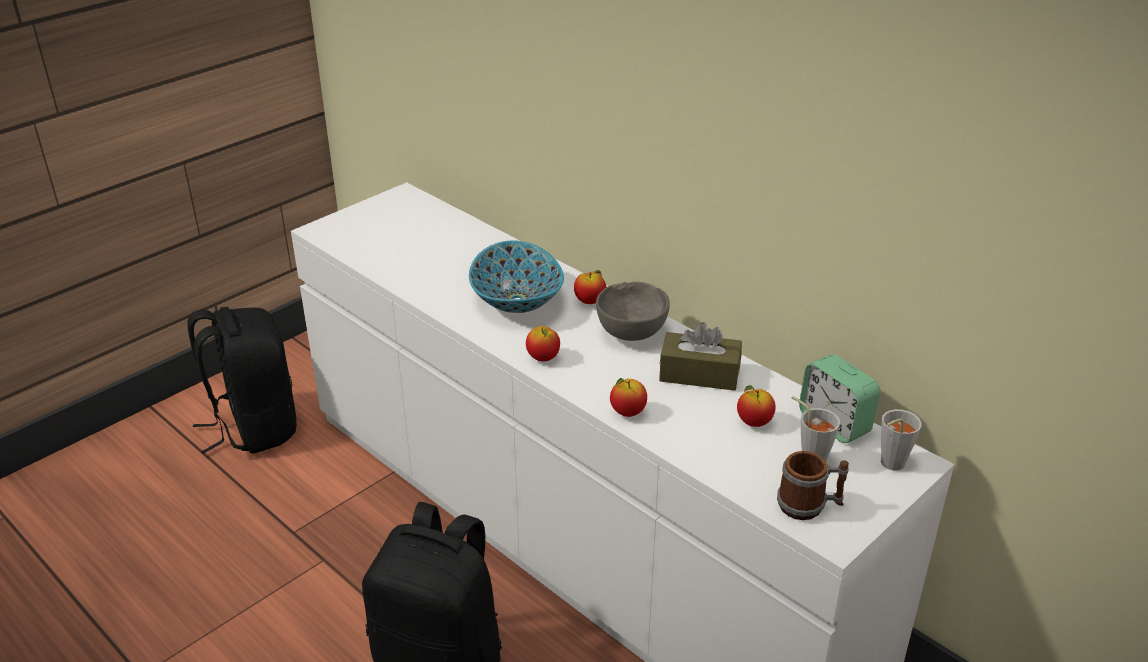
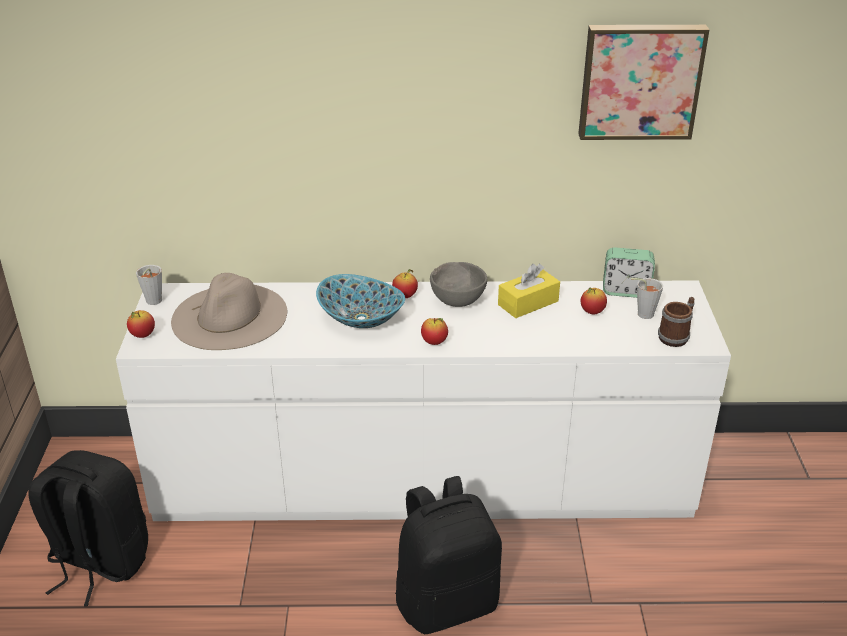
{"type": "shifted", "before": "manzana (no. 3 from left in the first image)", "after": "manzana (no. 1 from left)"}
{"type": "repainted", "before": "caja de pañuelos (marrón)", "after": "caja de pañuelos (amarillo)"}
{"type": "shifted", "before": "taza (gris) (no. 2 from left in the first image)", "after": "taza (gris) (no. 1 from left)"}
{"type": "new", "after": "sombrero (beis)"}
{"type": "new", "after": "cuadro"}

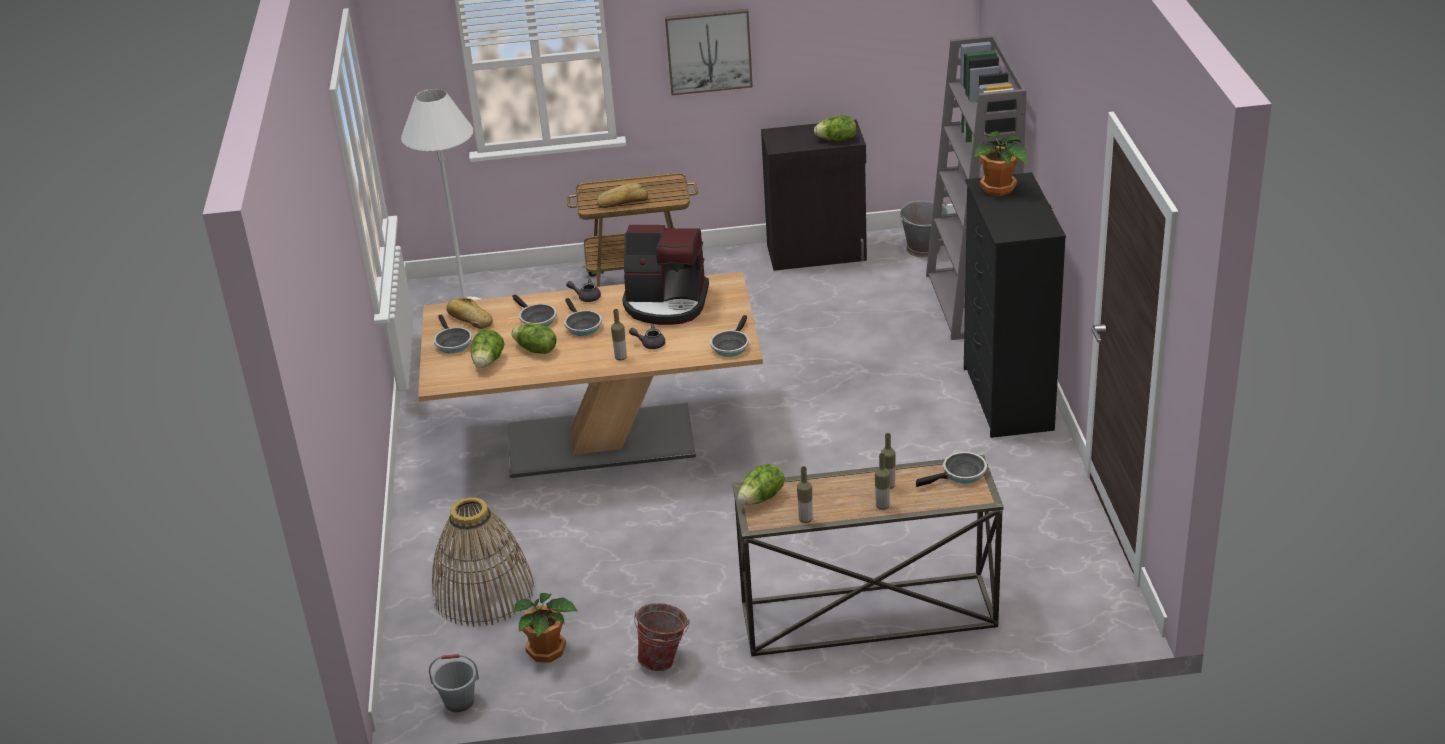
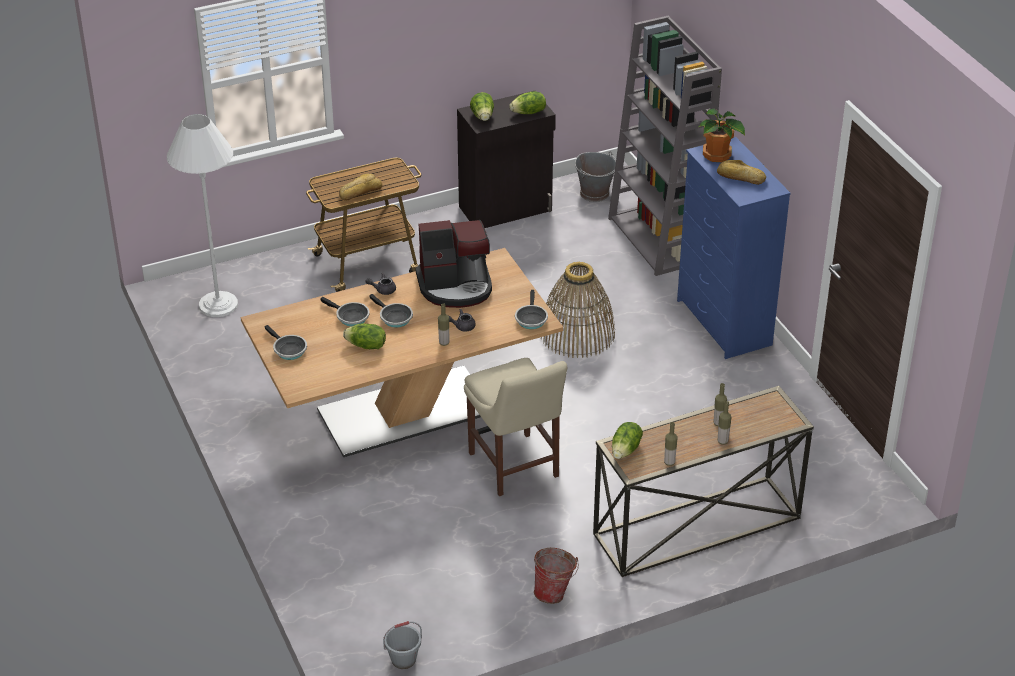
{"type": "shifted", "before": "cesta"}
{"type": "shifted", "before": "pan (no. 1 from left in the first image)", "after": "pan (no. 2 from left)"}
{"type": "shifted", "before": "lechuga (no. 1 from left in the first image)", "after": "lechuga (no. 2 from left)"}
{"type": "gone", "before": "planta en maceta (no. 1 from left)"}
{"type": "gone", "before": "cuadro"}
{"type": "gone", "before": "sartén (no. 5 from left)"}
{"type": "repainted", "before": "cómoda (negro)", "after": "cómoda (azul)"}
{"type": "new", "after": "silla (beis)"}

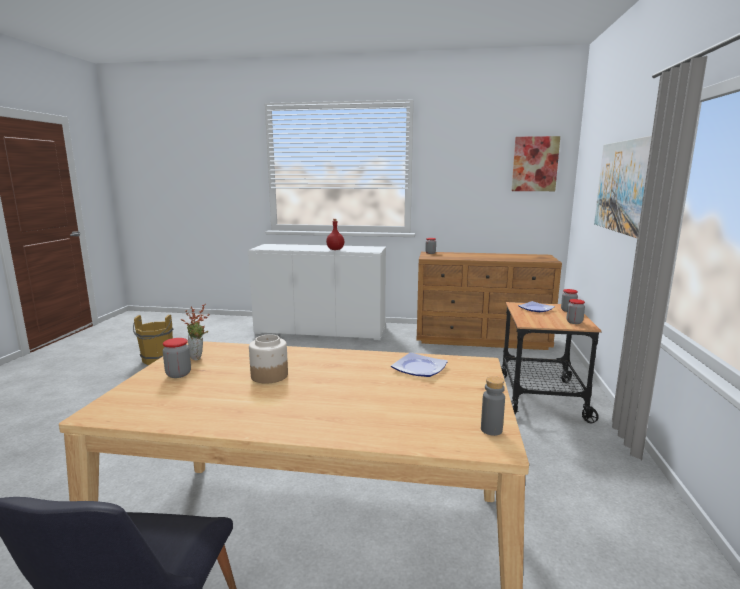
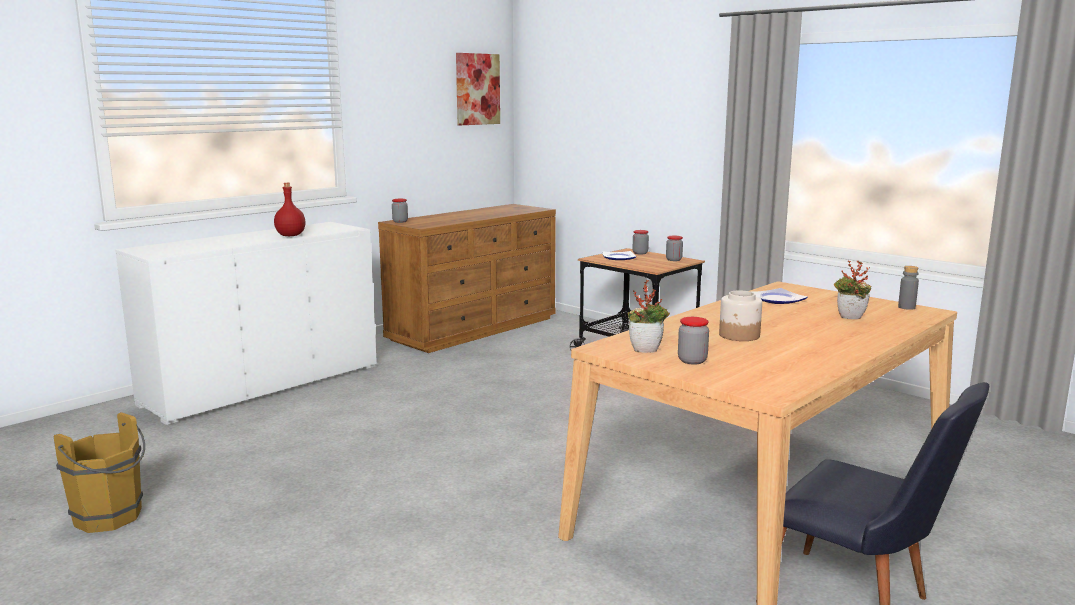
{"type": "gone", "before": "cuadro (no. 2 from left)"}
{"type": "new", "after": "planta en maceta (no. 2 from left)"}

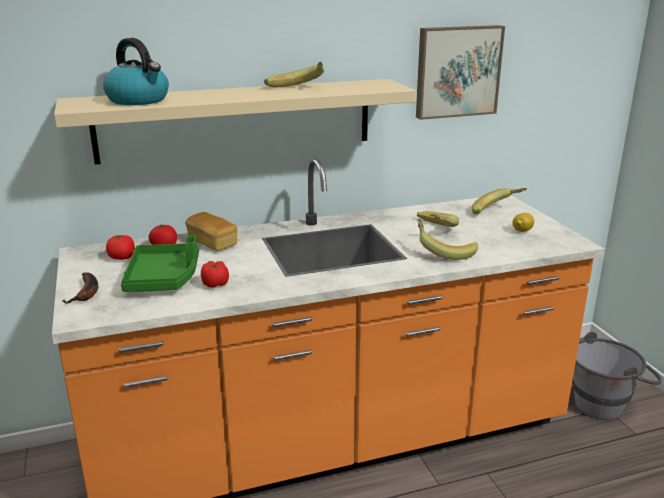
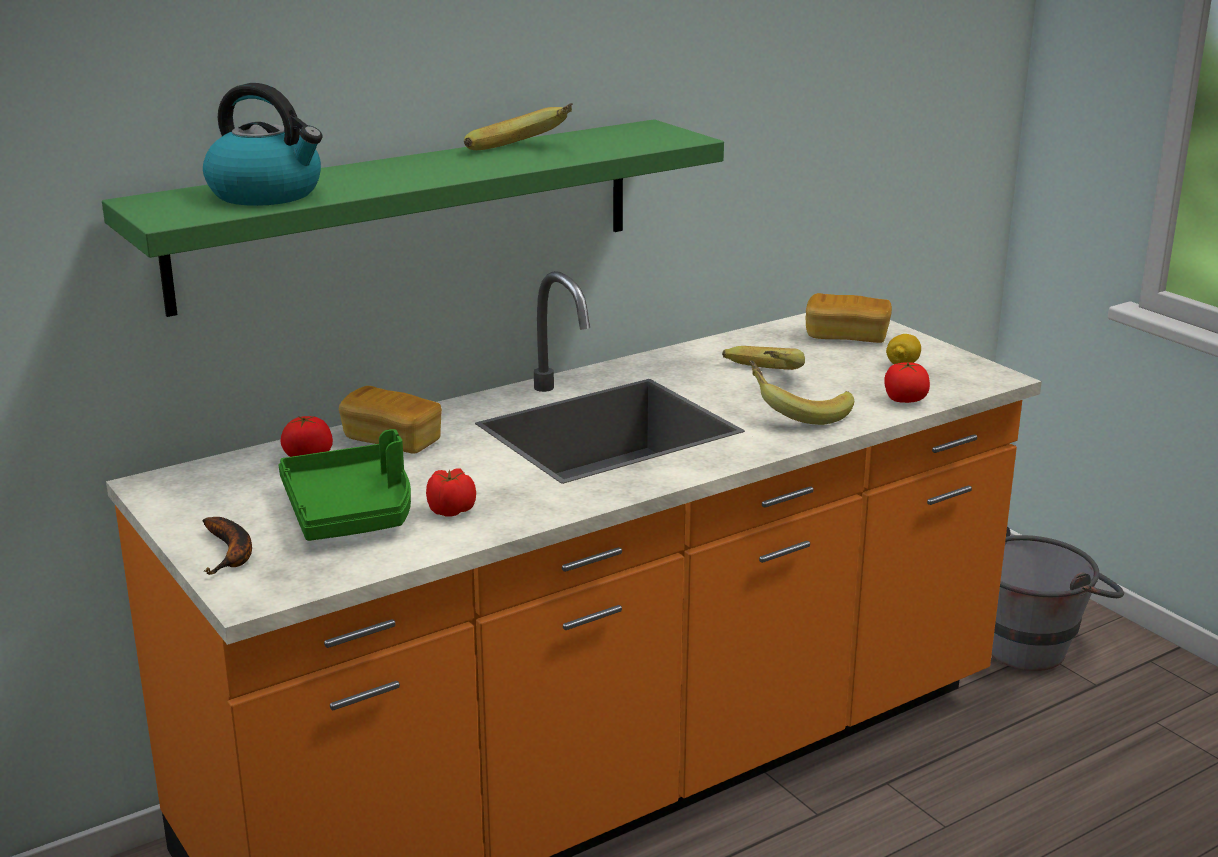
{"type": "repainted", "before": "estante (beis)", "after": "estante (verde)"}
{"type": "shifted", "before": "tomate (no. 1 from left in the first image)", "after": "tomate (no. 3 from left)"}
{"type": "gone", "before": "cuadro"}
{"type": "swapped", "before": "plátano (no. 5 from left)", "after": "pan (no. 2 from left)"}

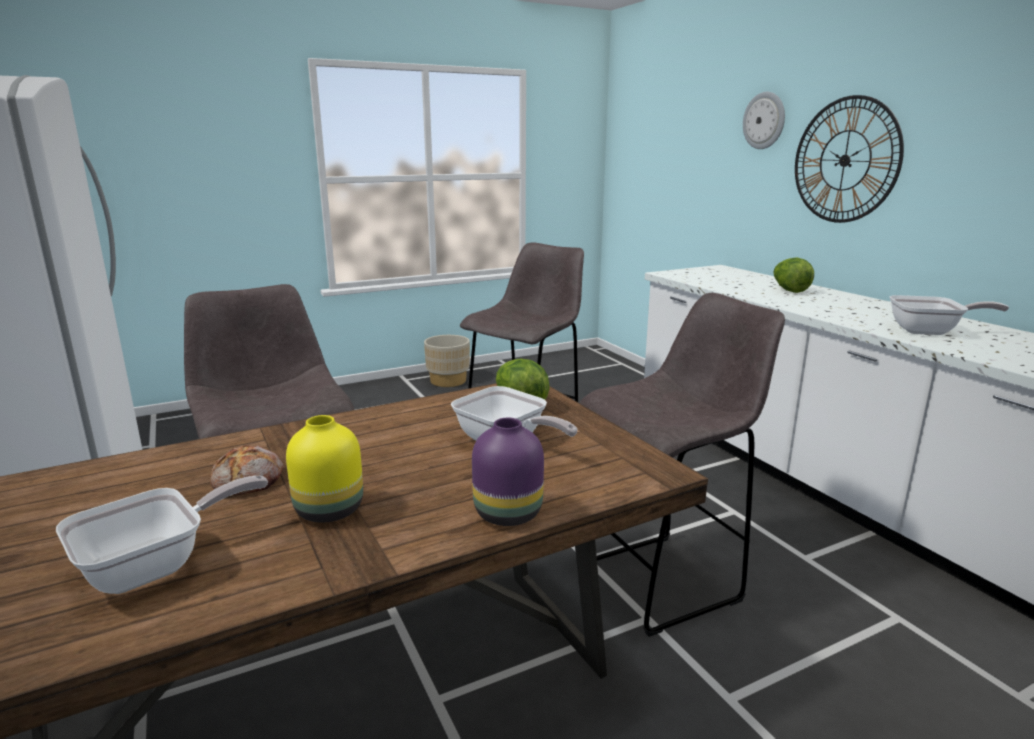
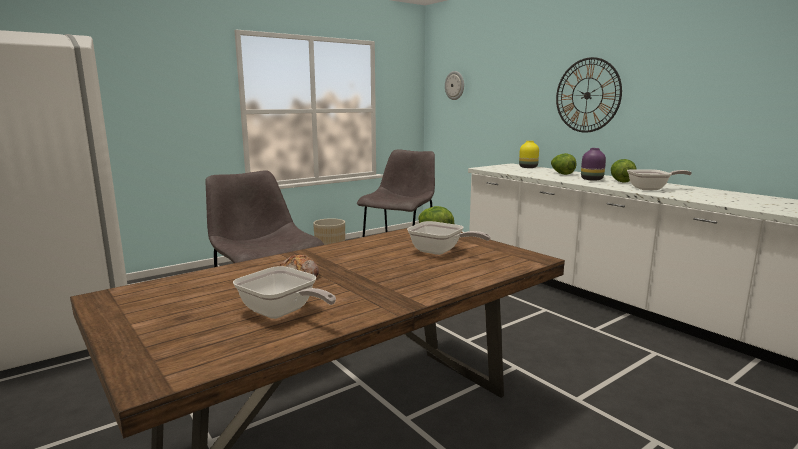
{"type": "rotated", "before": "sartén (no. 1 from left)", "turn": 90}
{"type": "shifted", "before": "florero (amarillo)"}
{"type": "shifted", "before": "florero (morado)"}
{"type": "gone", "before": "taburete (gris) (no. 3 from left)"}
{"type": "shifted", "before": "reloj de pared (no. 1 from left)"}
{"type": "new", "after": "lechuga (no. 3 from left)"}

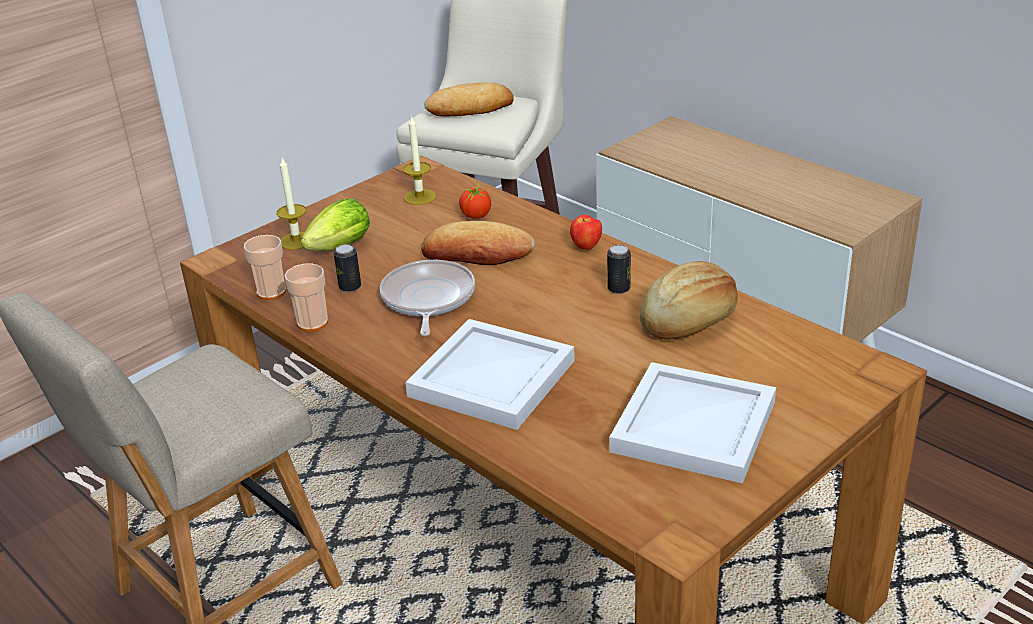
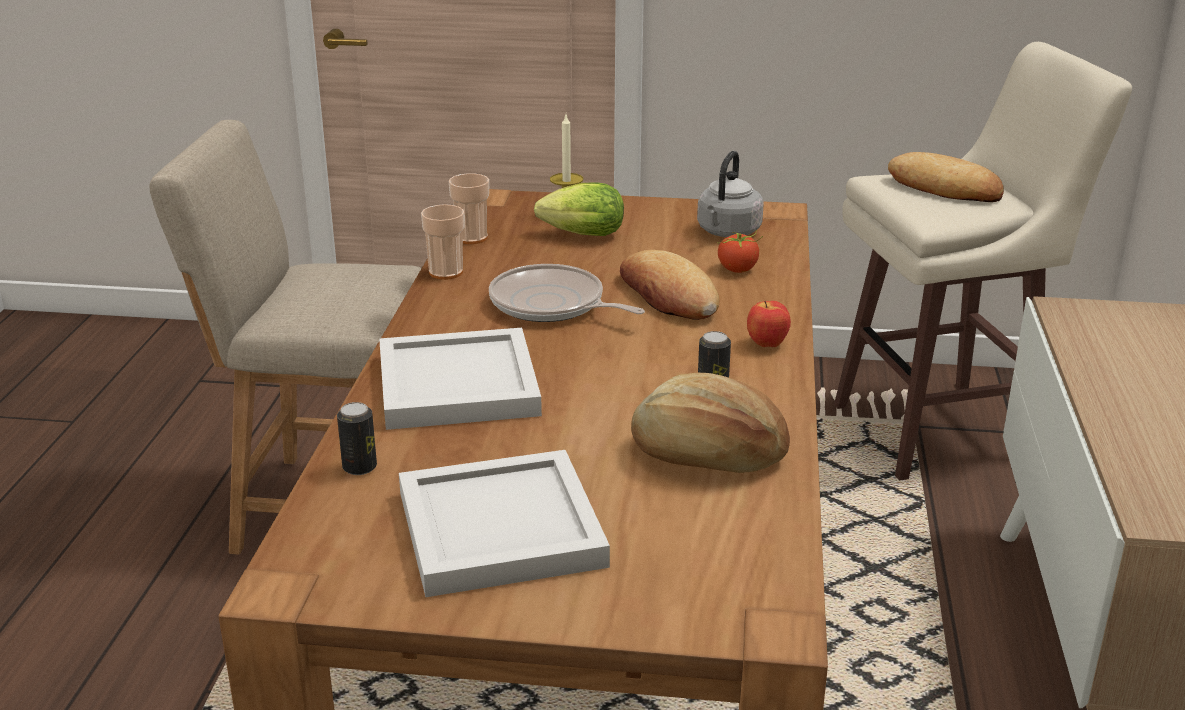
{"type": "shifted", "before": "lata (no. 1 from left)"}
{"type": "rotated", "before": "sartén", "turn": -105}
{"type": "swapped", "before": "vela (no. 2 from left)", "after": "hervidor (gris)"}

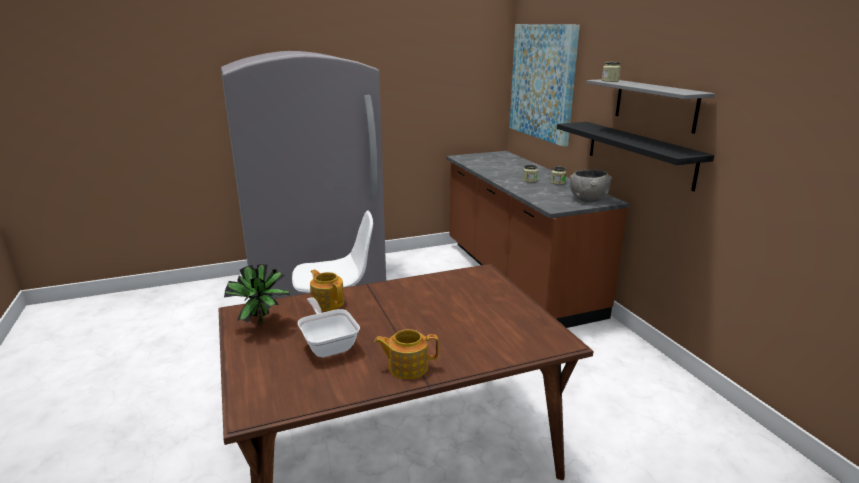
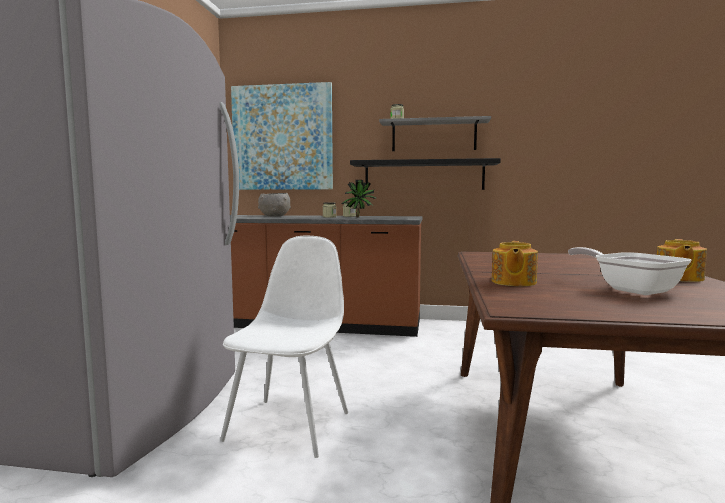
{"type": "shifted", "before": "planta en maceta"}
{"type": "rotated", "before": "sartén", "turn": 60}
{"type": "rotated", "before": "tetera (no. 1 from left)", "turn": -60}
{"type": "shifted", "before": "cuenco (gris)"}

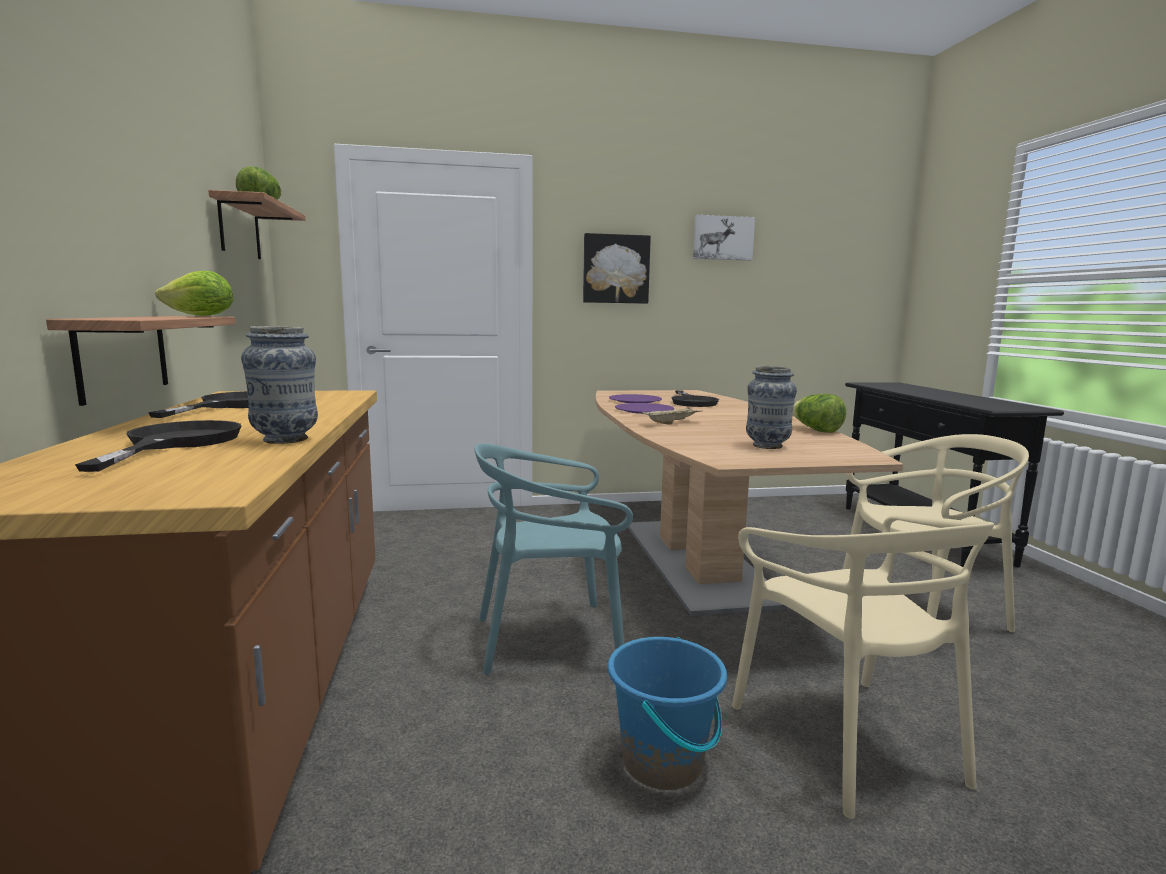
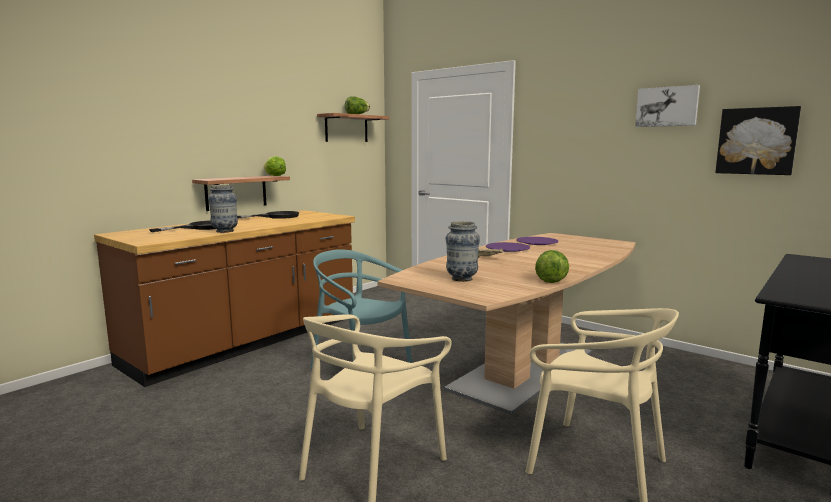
{"type": "shifted", "before": "cuadro (no. 1 from left in the first image)", "after": "cuadro (no. 2 from left)"}
{"type": "gone", "before": "cubo (azul)"}
{"type": "gone", "before": "sartén (negro) (no. 3 from left)"}

